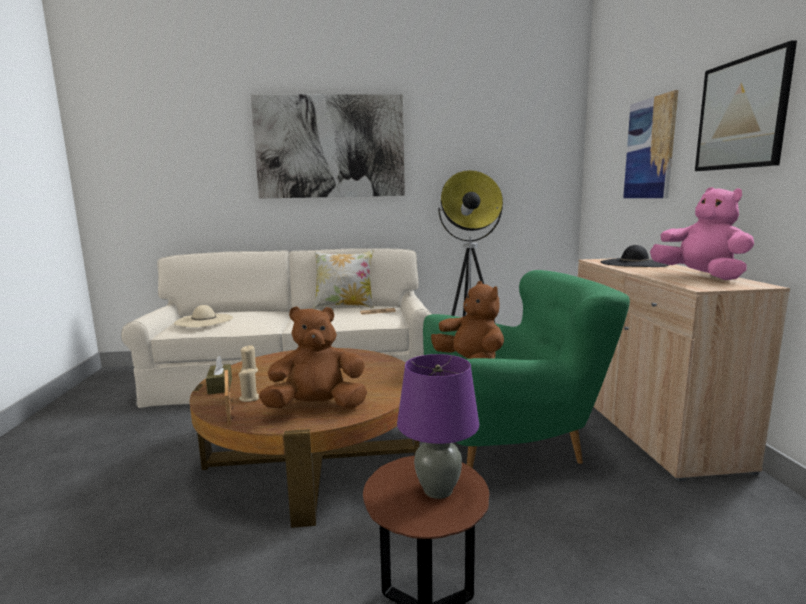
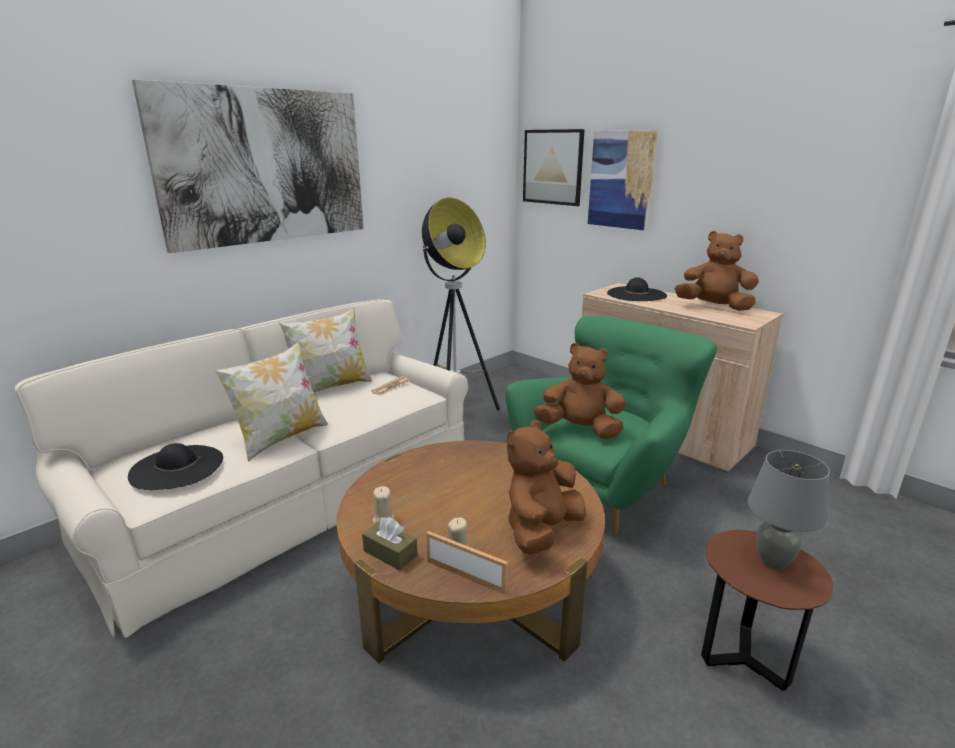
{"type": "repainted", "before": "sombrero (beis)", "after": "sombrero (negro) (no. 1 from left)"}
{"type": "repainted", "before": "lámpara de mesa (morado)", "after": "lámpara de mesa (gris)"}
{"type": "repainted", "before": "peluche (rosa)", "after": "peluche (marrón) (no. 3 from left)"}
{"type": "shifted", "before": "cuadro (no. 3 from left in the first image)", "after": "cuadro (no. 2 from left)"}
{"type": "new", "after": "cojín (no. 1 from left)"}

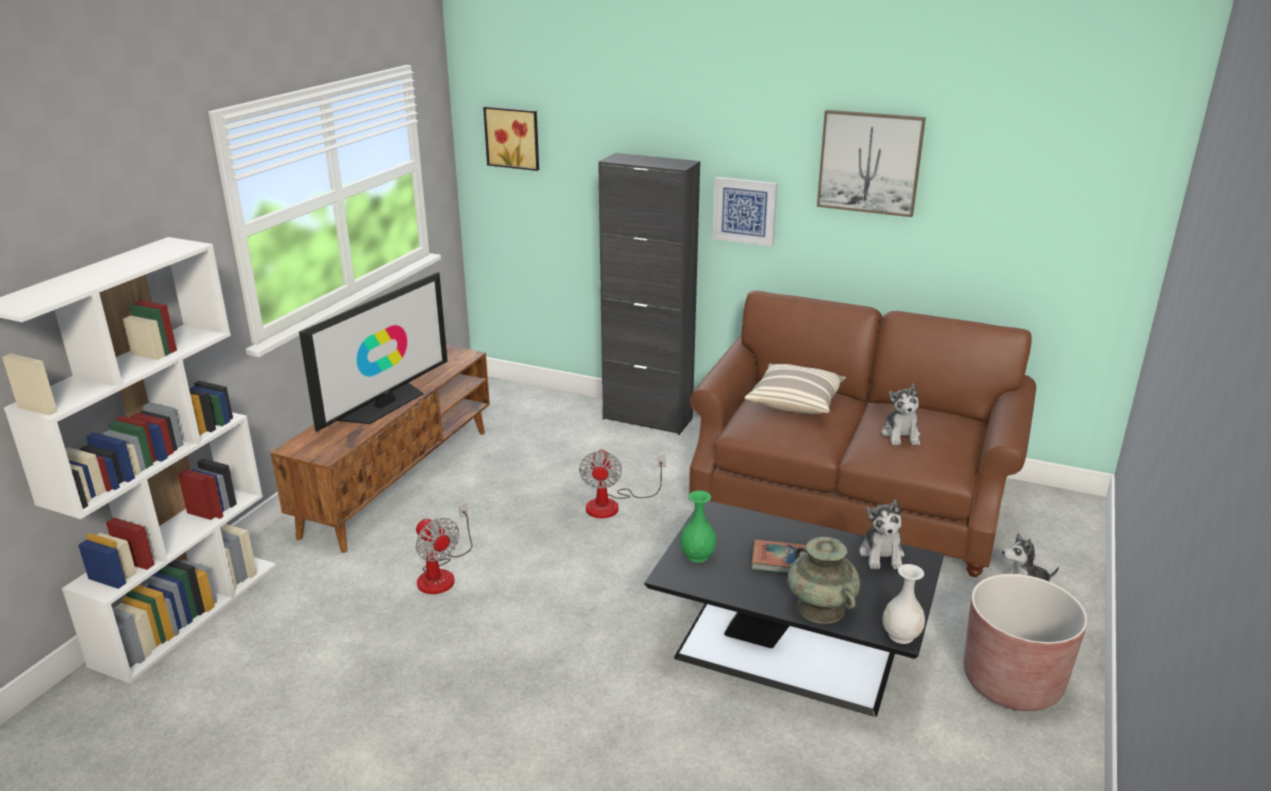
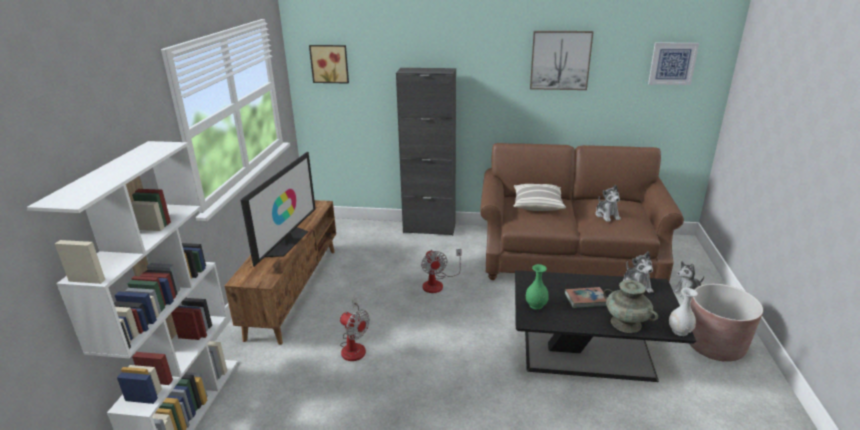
{"type": "shifted", "before": "cuadro (no. 2 from left in the first image)", "after": "cuadro (no. 3 from left)"}

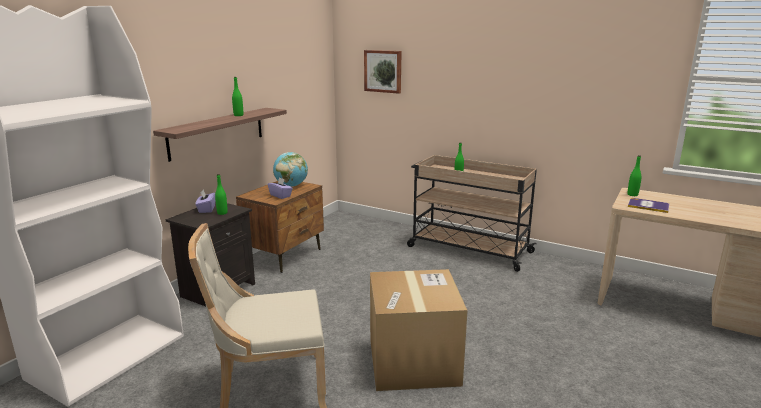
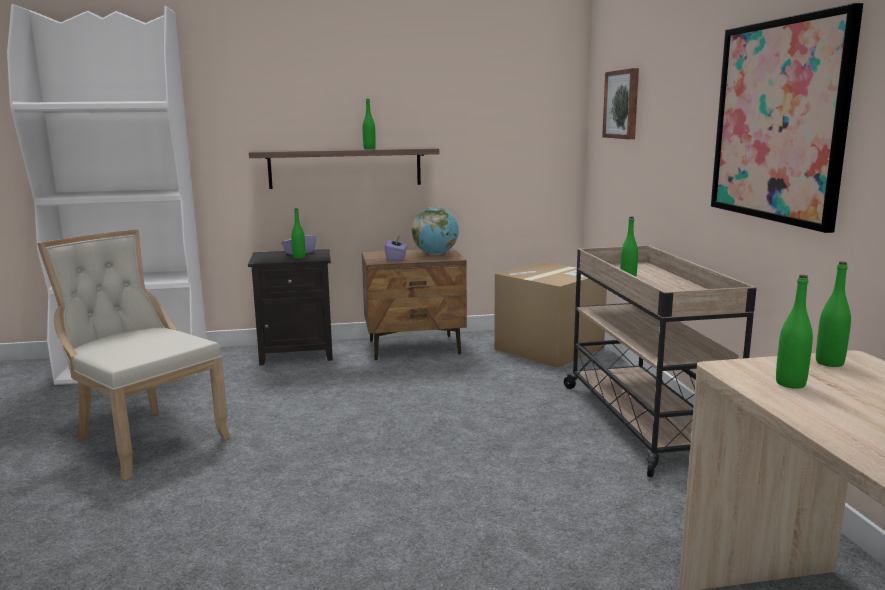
{"type": "shifted", "before": "caja de cartón"}
{"type": "swapped", "before": "libro", "after": "botella (verde) (no. 4 from left)"}
{"type": "new", "after": "cuadro (no. 2 from left)"}

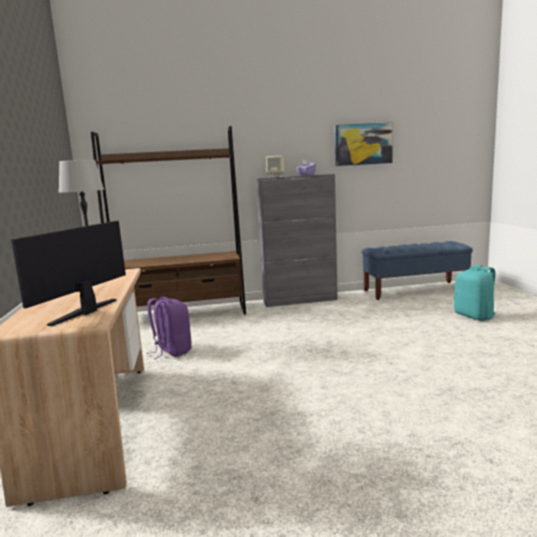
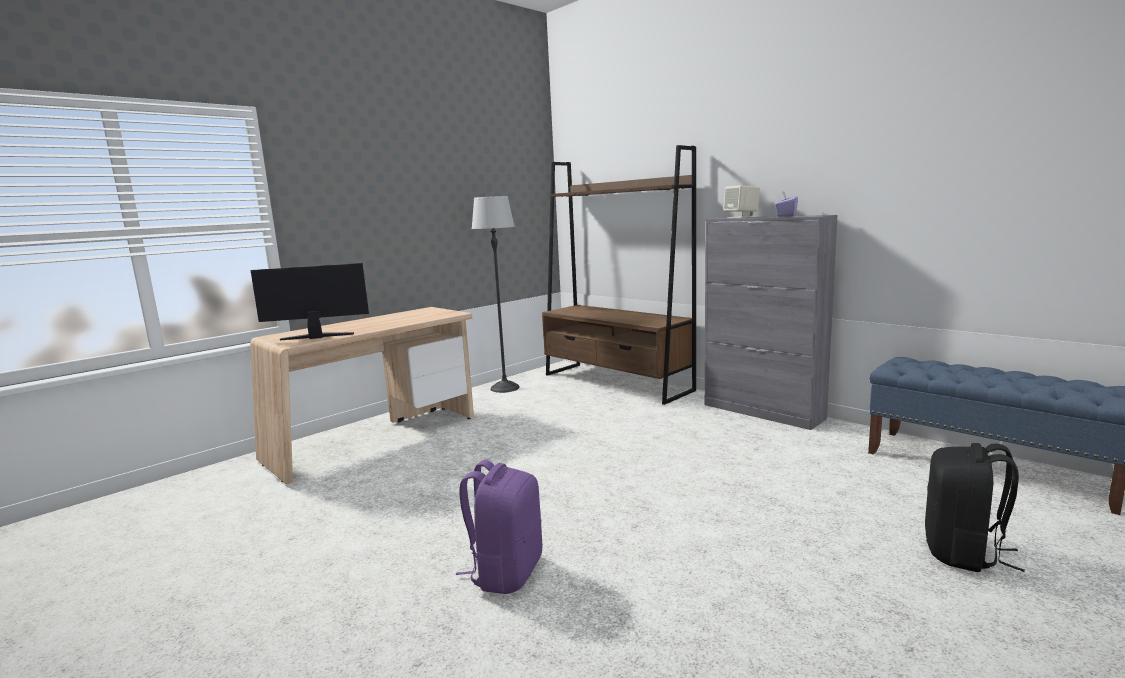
{"type": "shifted", "before": "mochila (morado)"}
{"type": "gone", "before": "cuadro"}
{"type": "repainted", "before": "mochila (turquesa)", "after": "mochila (negro)"}

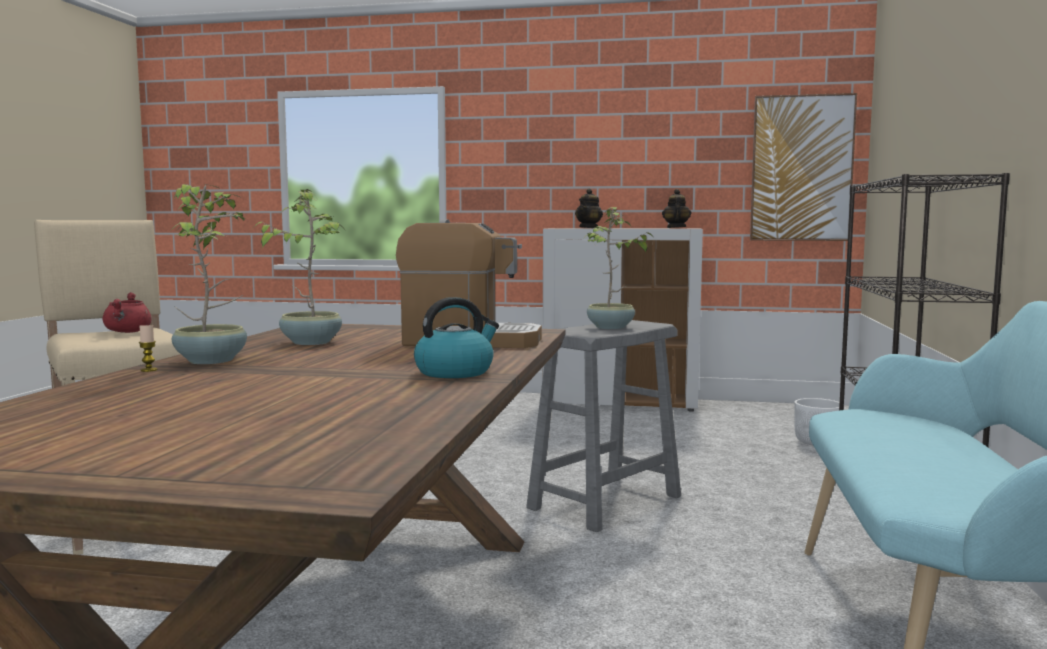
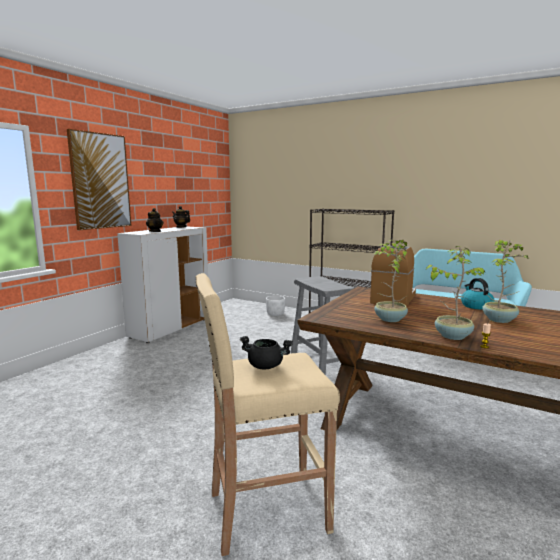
{"type": "repainted", "before": "olla (rojo)", "after": "olla (negro)"}
{"type": "shifted", "before": "planta en maceta (no. 3 from left)"}
{"type": "shifted", "before": "cuadro"}

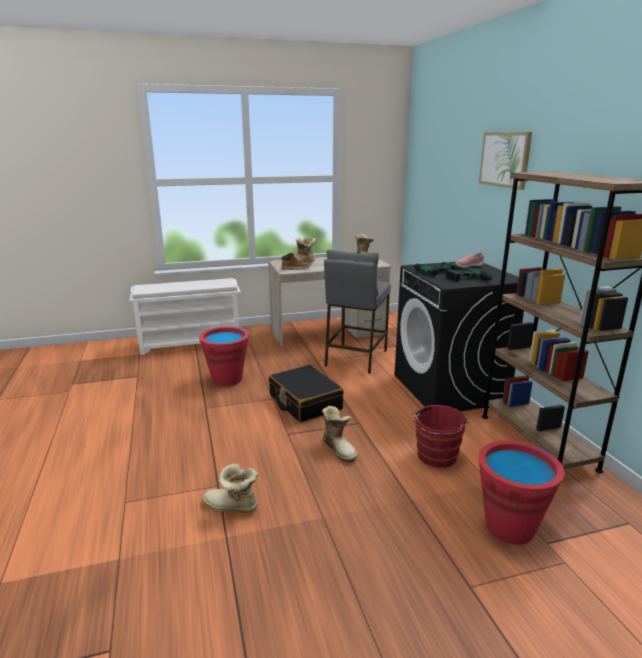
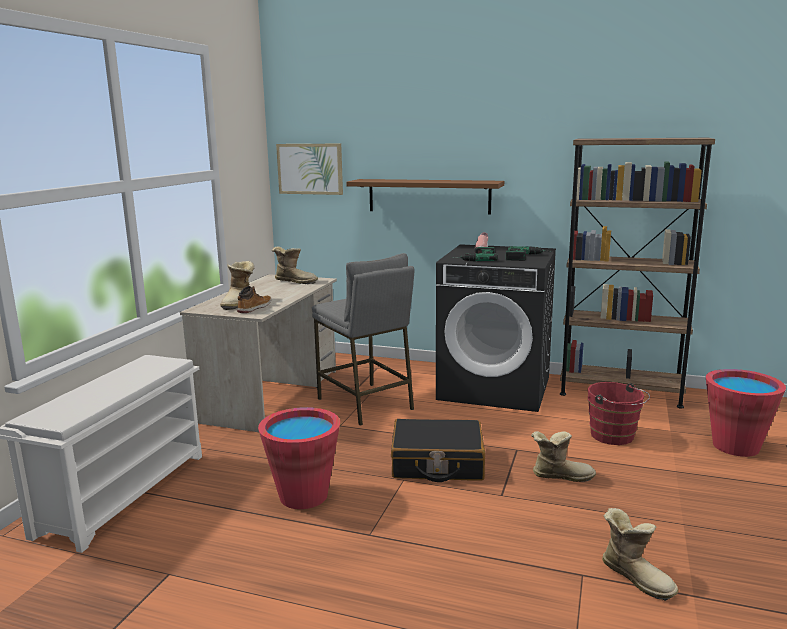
{"type": "rotated", "before": "bota (no. 1 from left in the first image)", "turn": -90}
{"type": "shifted", "before": "cuadro"}
{"type": "new", "after": "estante (marrón)"}

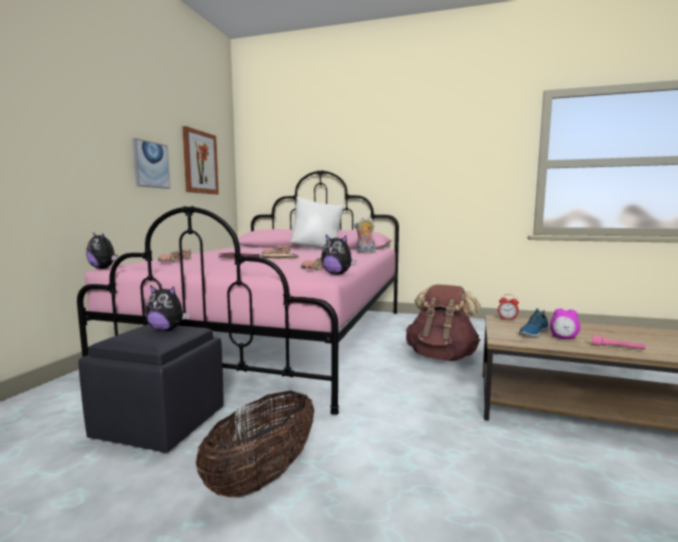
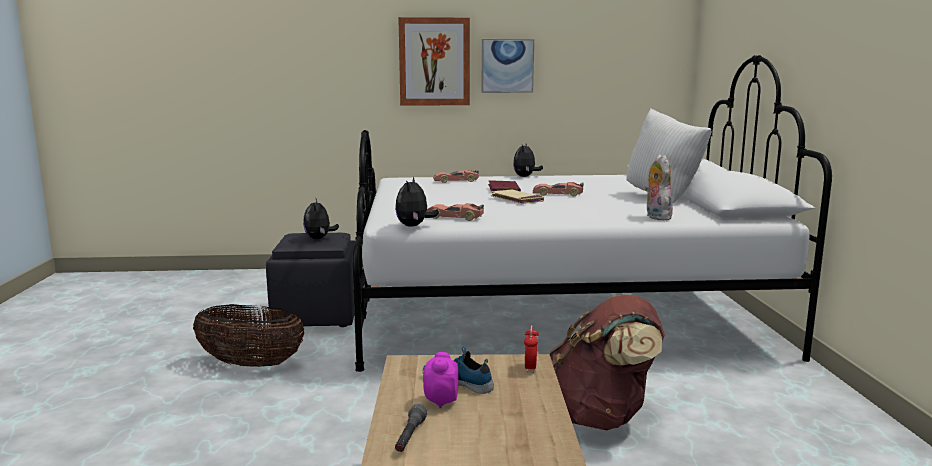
{"type": "repainted", "before": "cama (rosa)", "after": "cama (blanco)"}
{"type": "shifted", "before": "peluche (no. 1 from left in the first image)", "after": "peluche (no. 3 from left)"}
{"type": "shifted", "before": "cuadro (no. 2 from left in the first image)", "after": "cuadro (no. 1 from left)"}
{"type": "repainted", "before": "linterna (rosa)", "after": "linterna (gris)"}

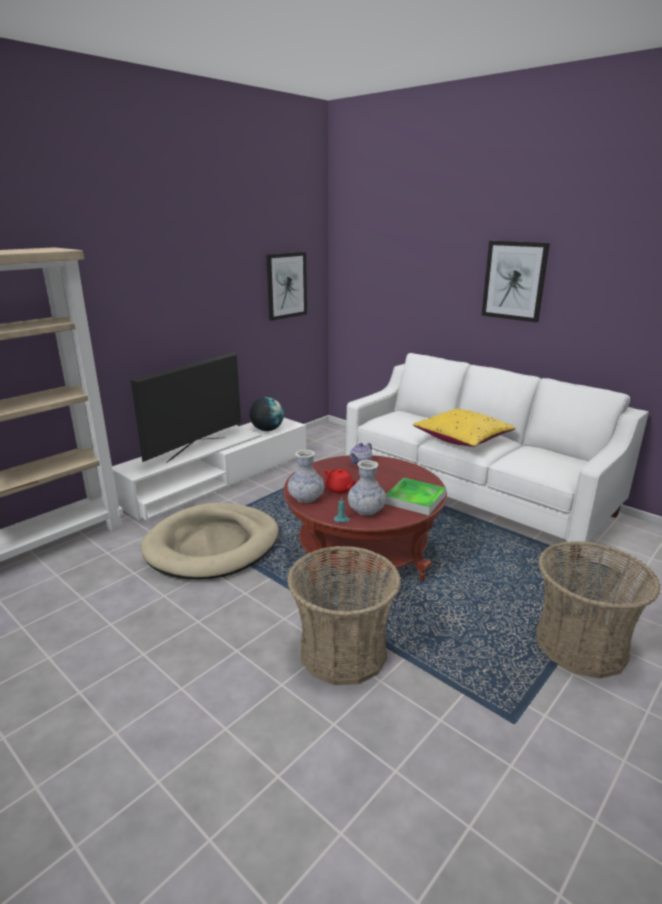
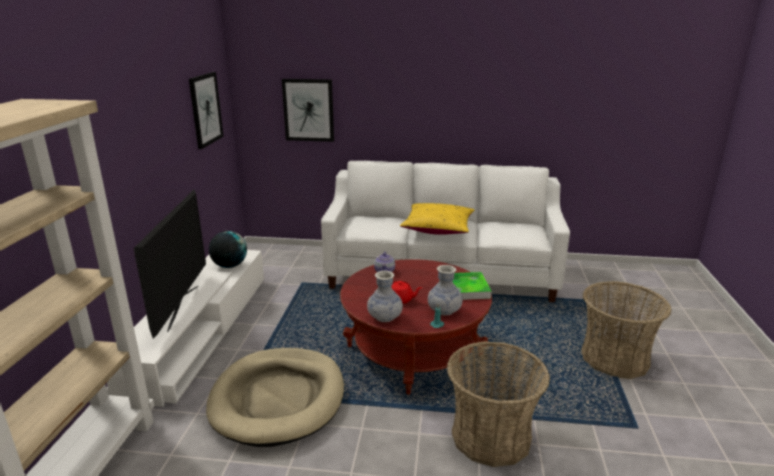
{"type": "shifted", "before": "cuadro (no. 2 from left)"}

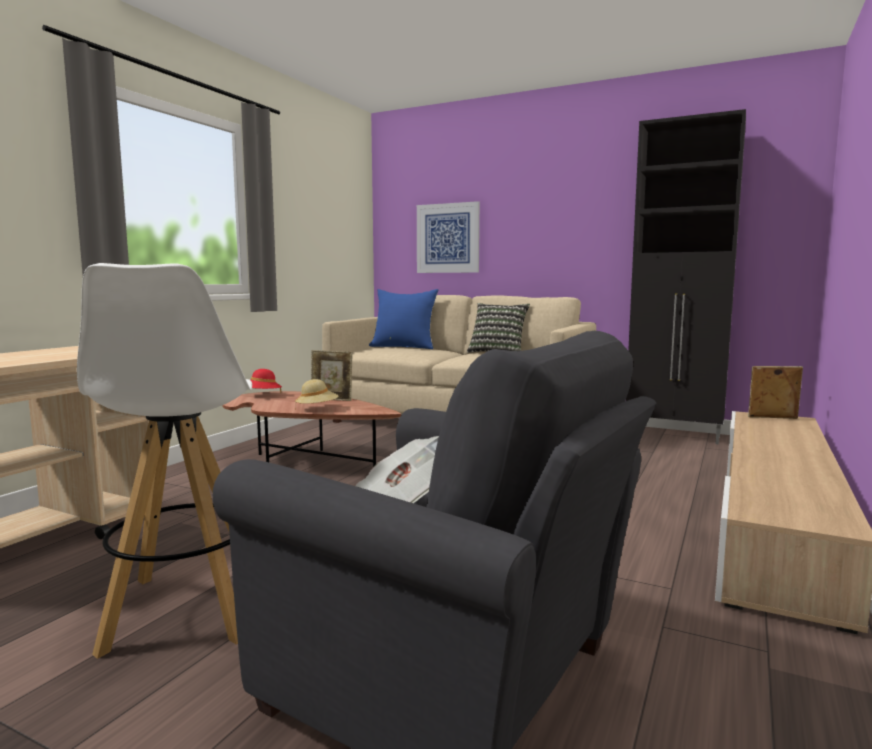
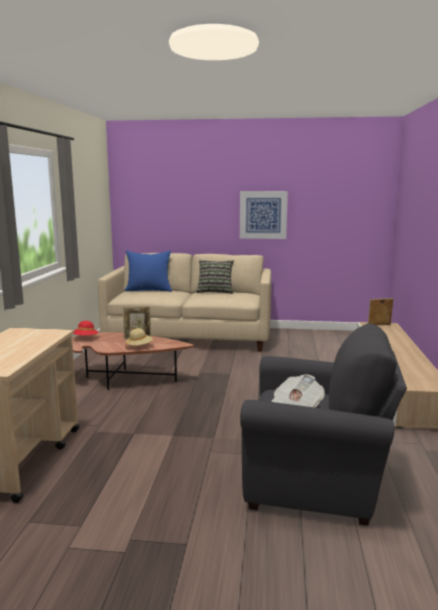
{"type": "gone", "before": "taburete (blanco)"}
{"type": "shifted", "before": "cuadro"}
{"type": "gone", "before": "armario (negro)"}

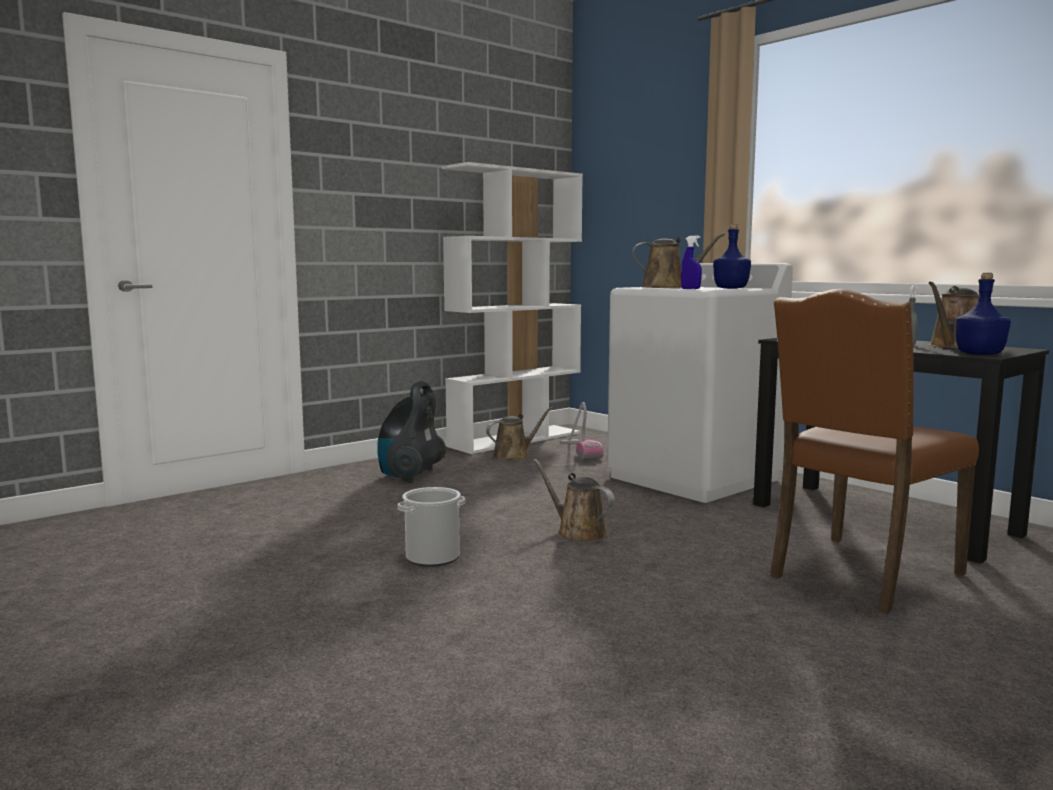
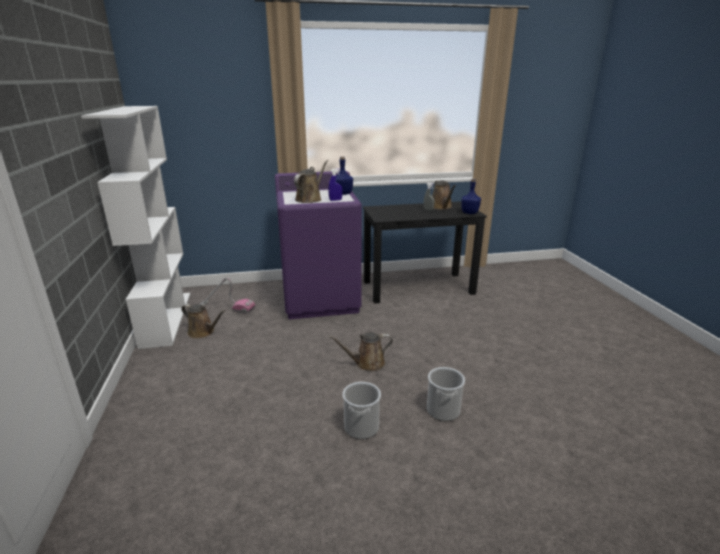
{"type": "gone", "before": "aspiradora (no. 1 from left)"}
{"type": "rotated", "before": "regadera (marrón) (no. 1 from left)", "turn": 120}
{"type": "repainted", "before": "lavadora (blanco)", "after": "lavadora (morado)"}
{"type": "gone", "before": "silla (marrón)"}
{"type": "new", "after": "cubo (no. 2 from left)"}

